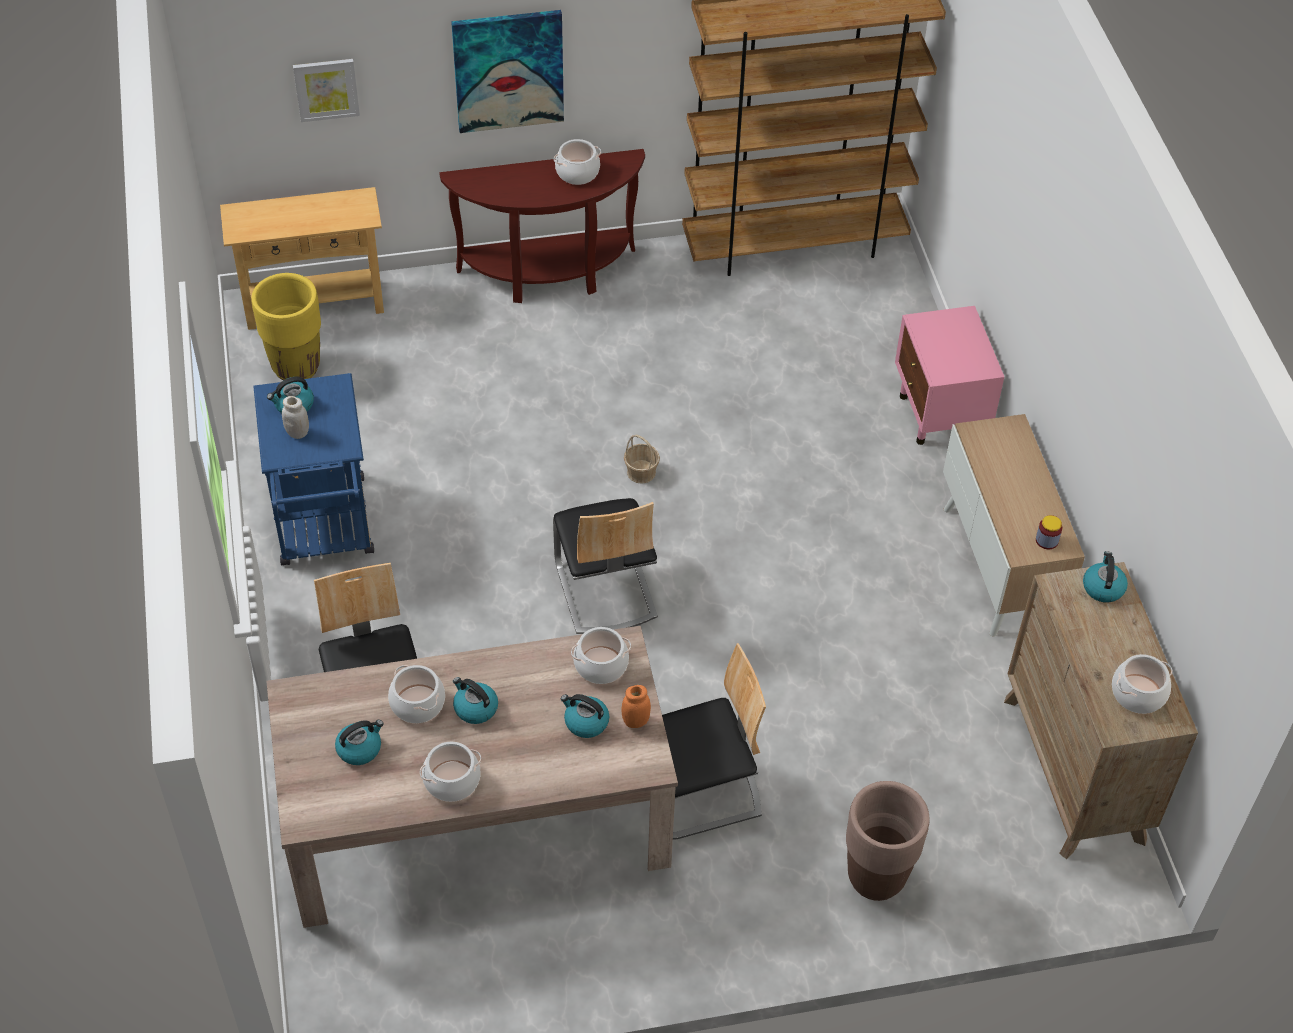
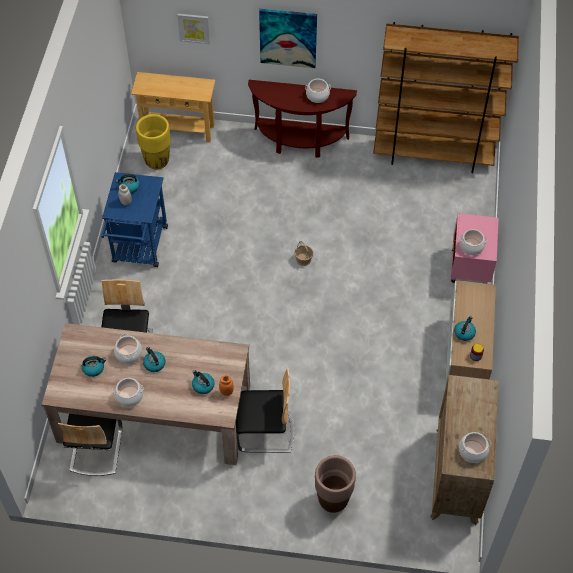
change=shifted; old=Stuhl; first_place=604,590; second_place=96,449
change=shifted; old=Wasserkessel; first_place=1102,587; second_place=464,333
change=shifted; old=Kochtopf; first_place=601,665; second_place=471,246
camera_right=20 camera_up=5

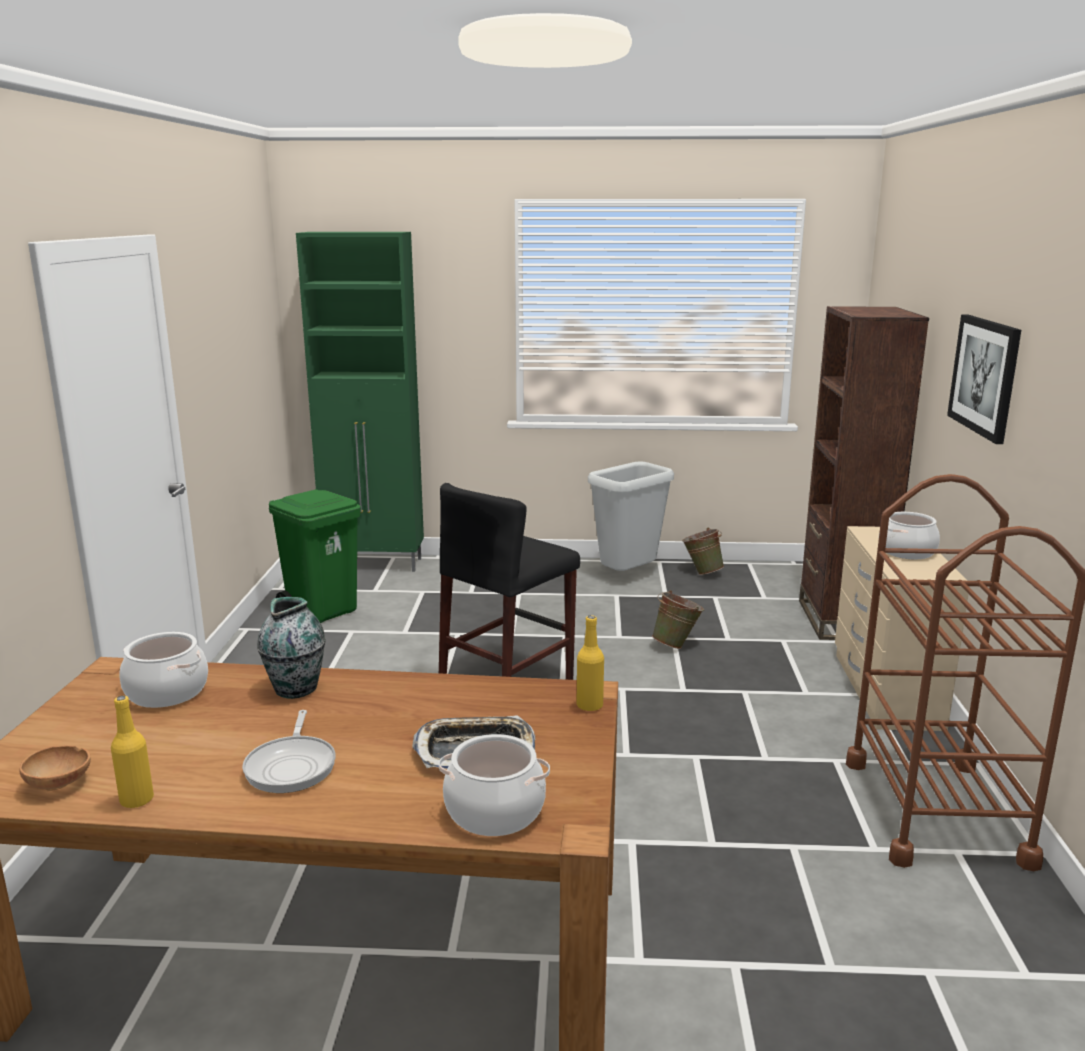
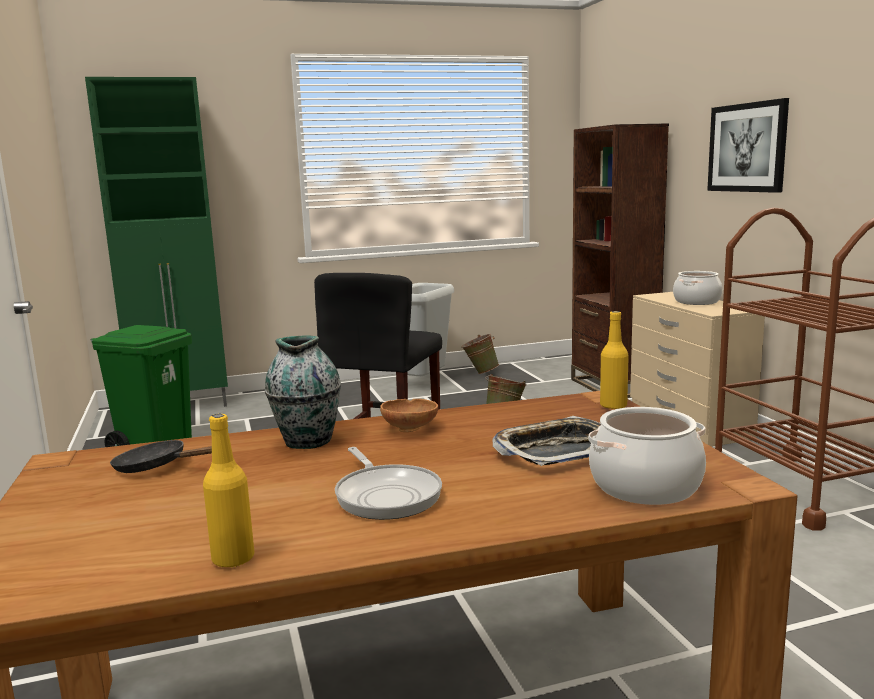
change=swapped; old=Kochtopf; new=Pfanne/schwarz; first_place=167,692; second_place=157,467
change=shifted; old=Schüssel/braun; first_place=60,784; second_place=411,428
camera_right=-20 camera_up=-5

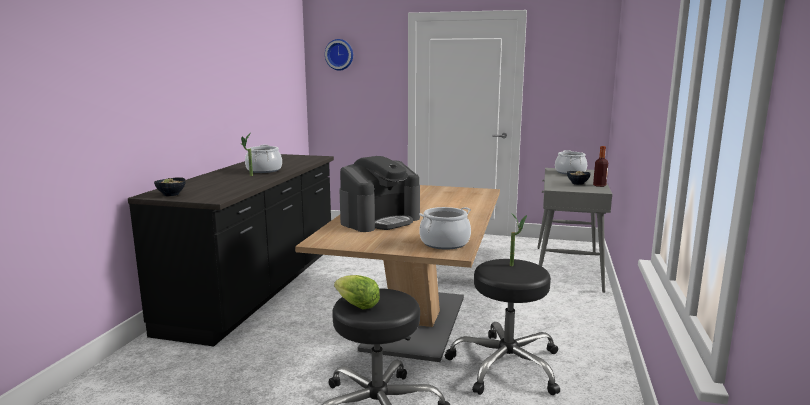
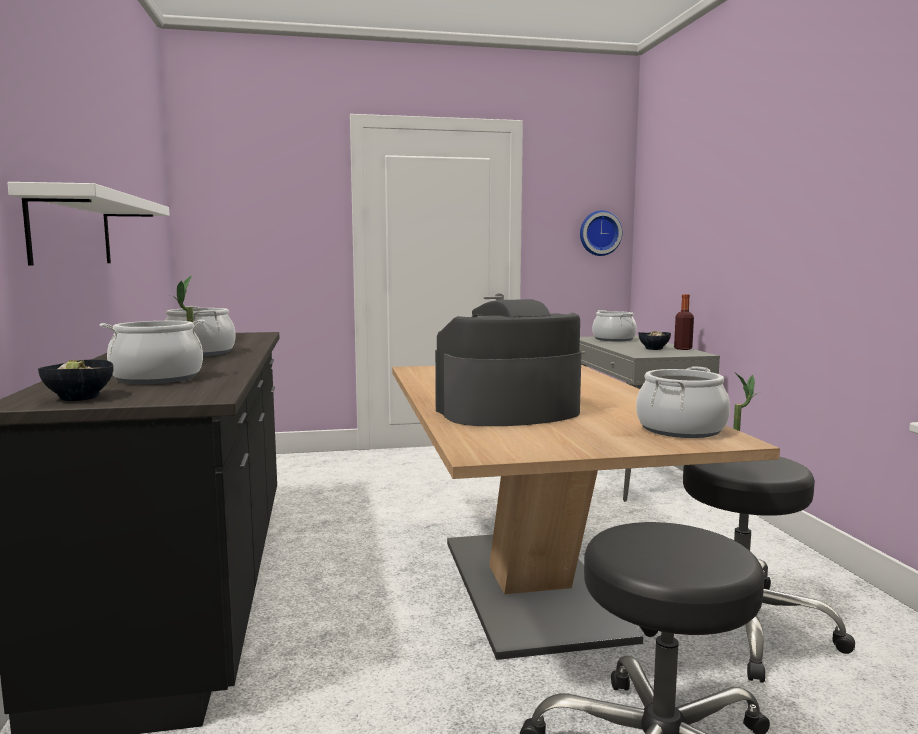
change=shifted; old=Wanduhr; first_place=339,54; second_place=599,233
change=rotated; old=Kaffeemaschine; first_place=380,220; second_place=507,412; degrees=-135
change=gone; old=Salatkopf; first_place=357,305
change=new; new=Wandregal/weiß; second_place=71,230
change=new; new=Kochtopf; second_place=158,378
camera_right=-25 camera_up=-5

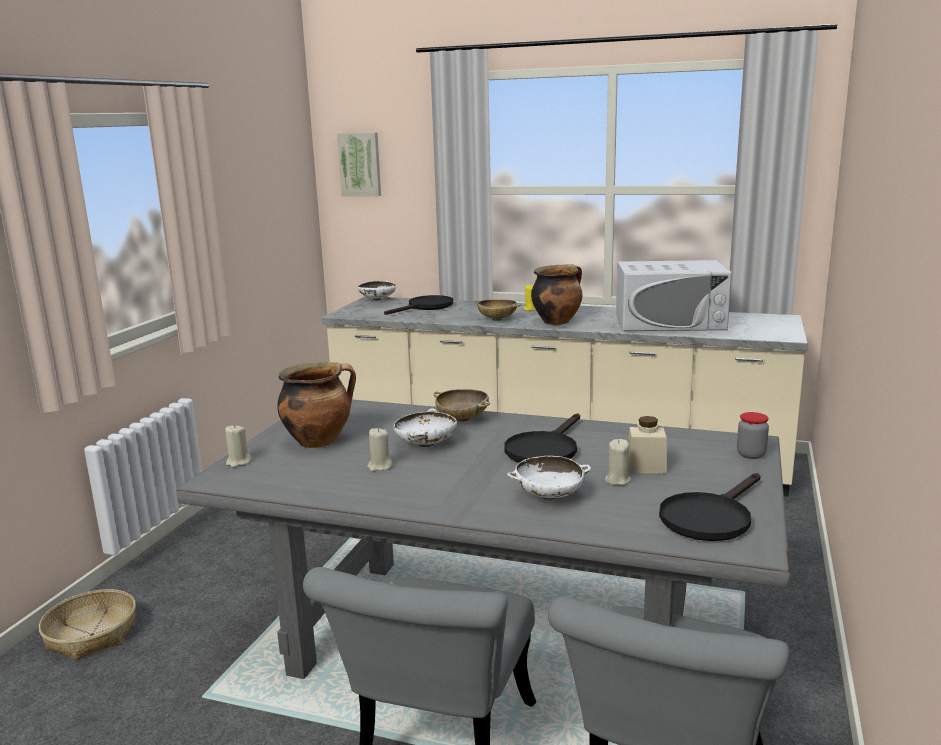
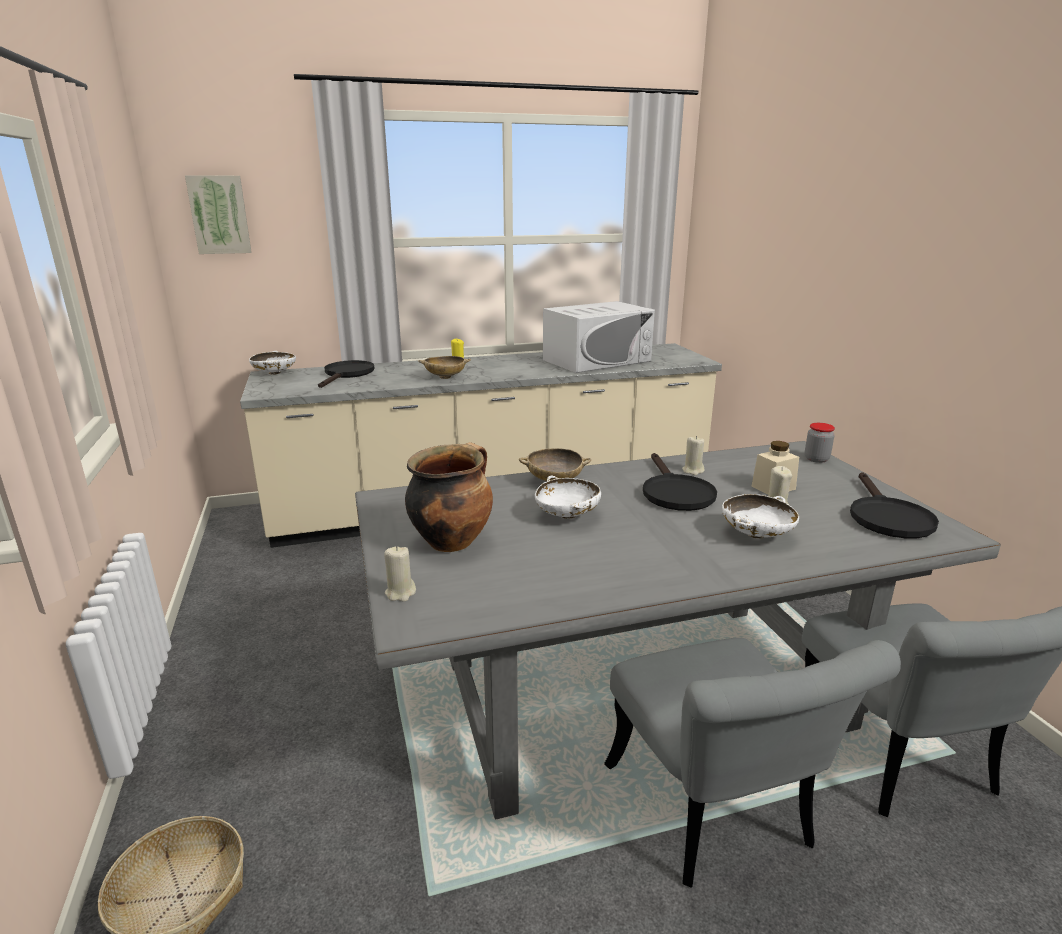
change=gone; old=Kochtopf; first_place=557,321
change=shifted; old=Kerze/beige; first_place=380,466; second_place=693,470
camera_right=-35 camera_up=5

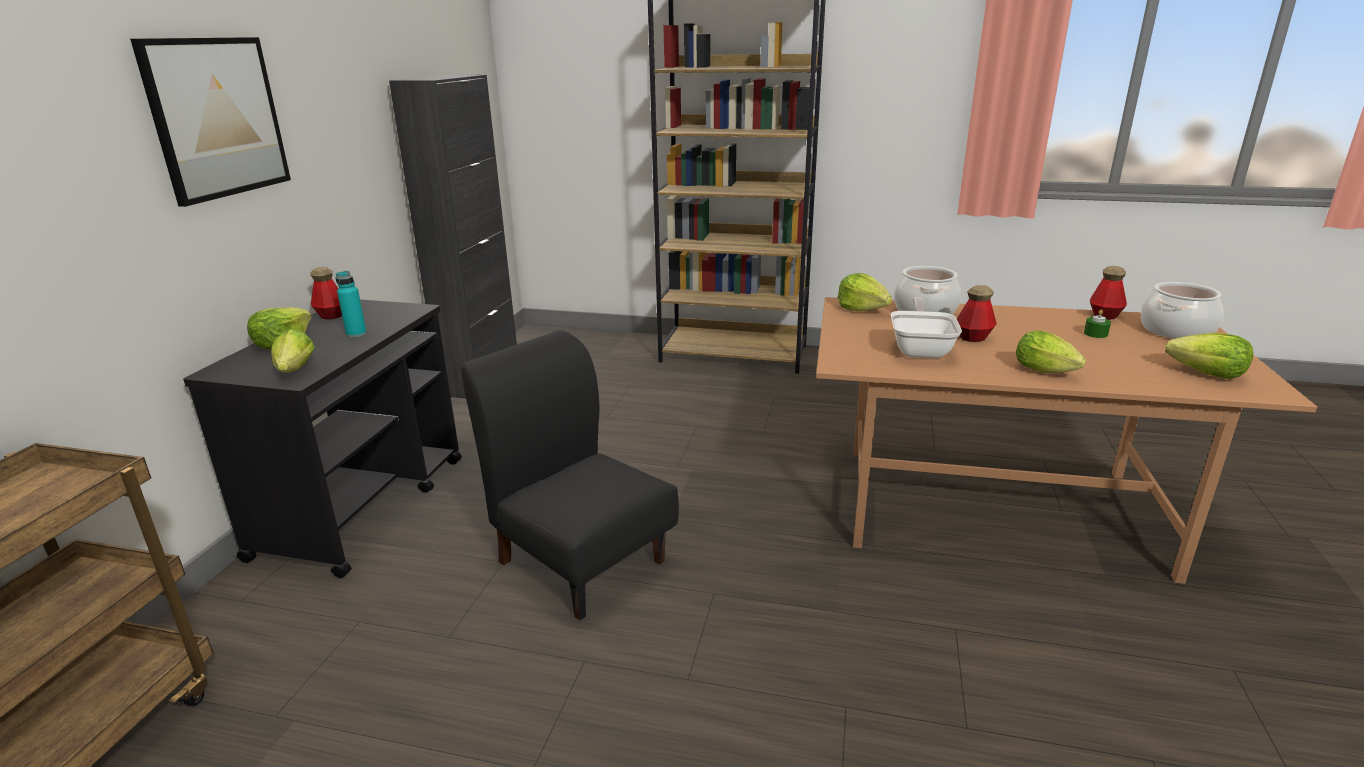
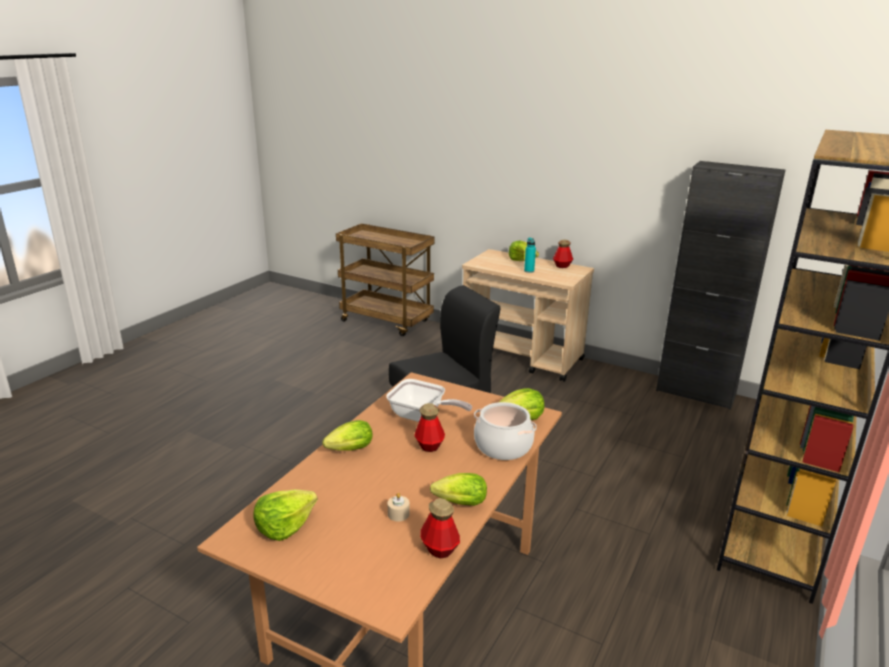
change=gone; old=Bild; first_place=217,118
change=gone; old=Kochtopf; first_place=1176,331
change=repainted; old=Rollwagen/schwarz; new=Rollwagen/beige; first_place=363,505; second_place=522,357
change=repainted; old=Kerze/grün; new=Kerze/beige; first_place=1095,334; second_place=398,514
change=shifted; old=Salatkopf; first_place=294,372; second_place=457,503
camera_right=105 camera_up=0

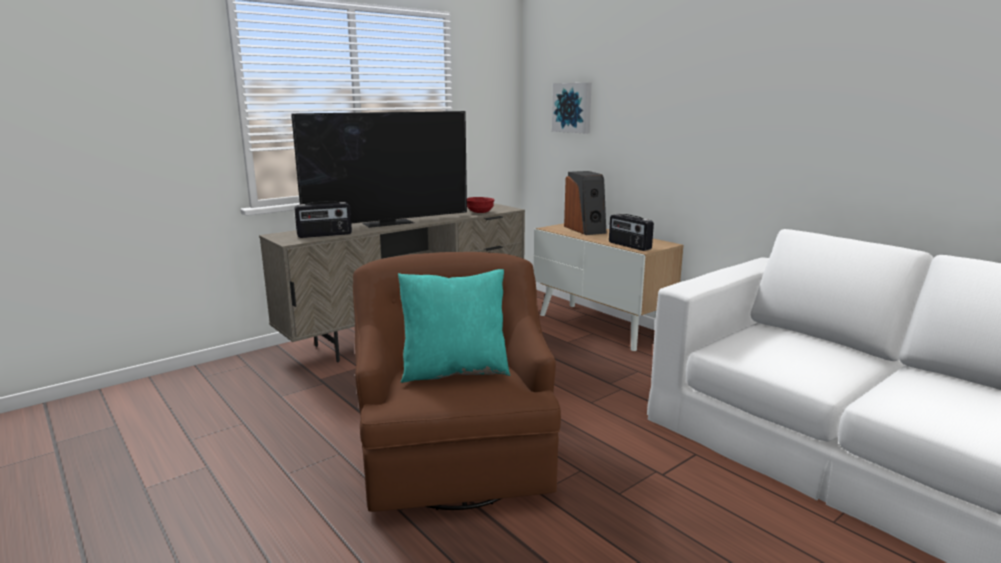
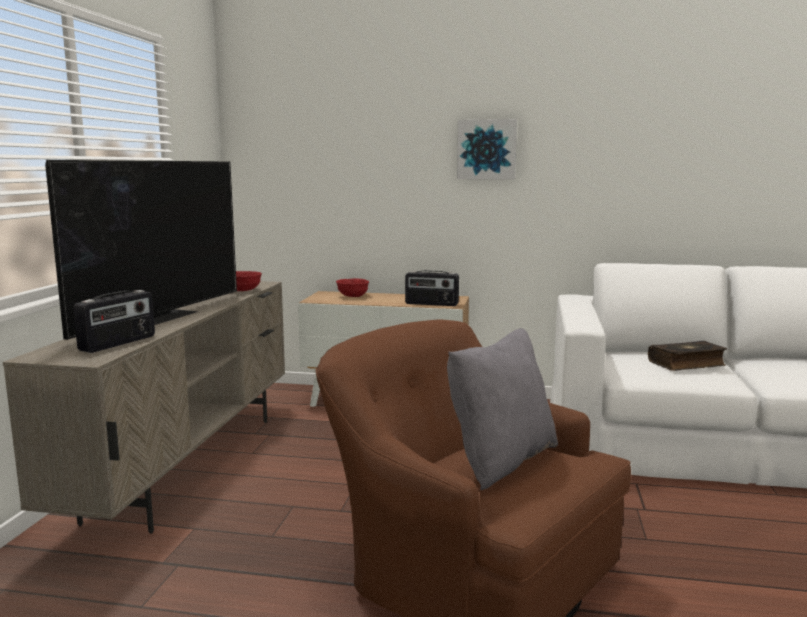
change=shifted; old=Bild; first_place=573,107; second_place=486,149
change=swapped; old=Lautsprecher; new=Schüssel/rot; first_place=585,229; second_place=352,296
change=repainted; old=Kissen/türkis; new=Kissen/grau; first_place=454,371; second_place=501,461
change=new; new=Buch; second_place=687,364
camera_right=-40 camera_up=-5

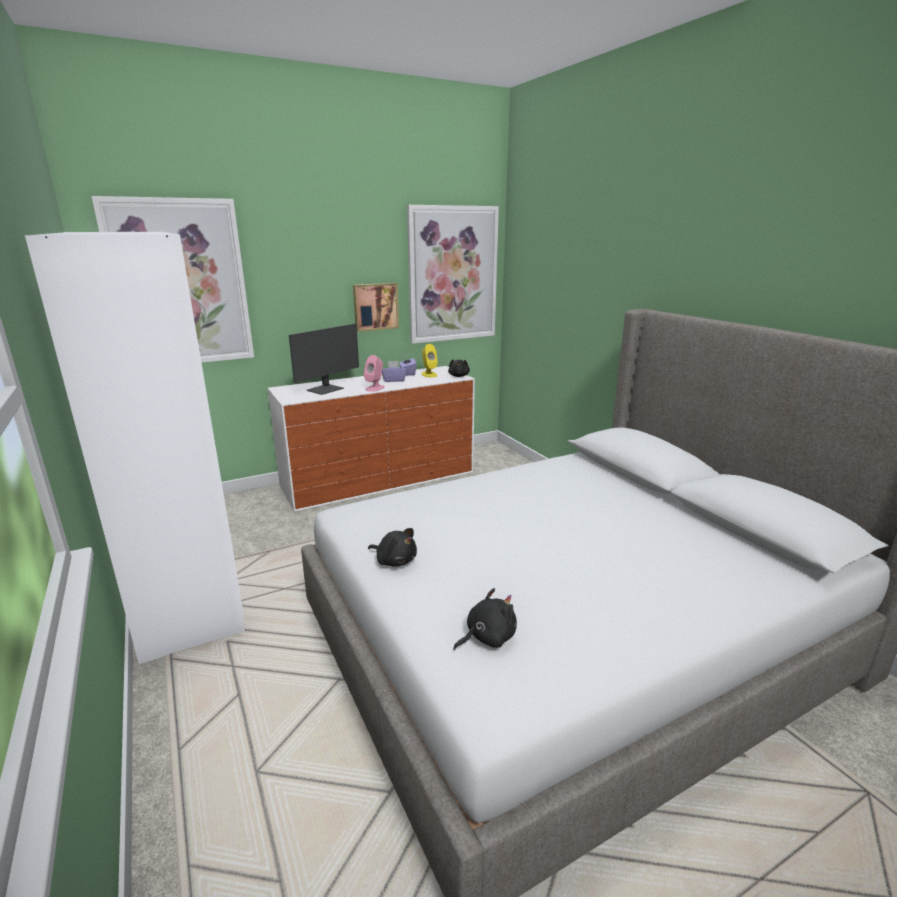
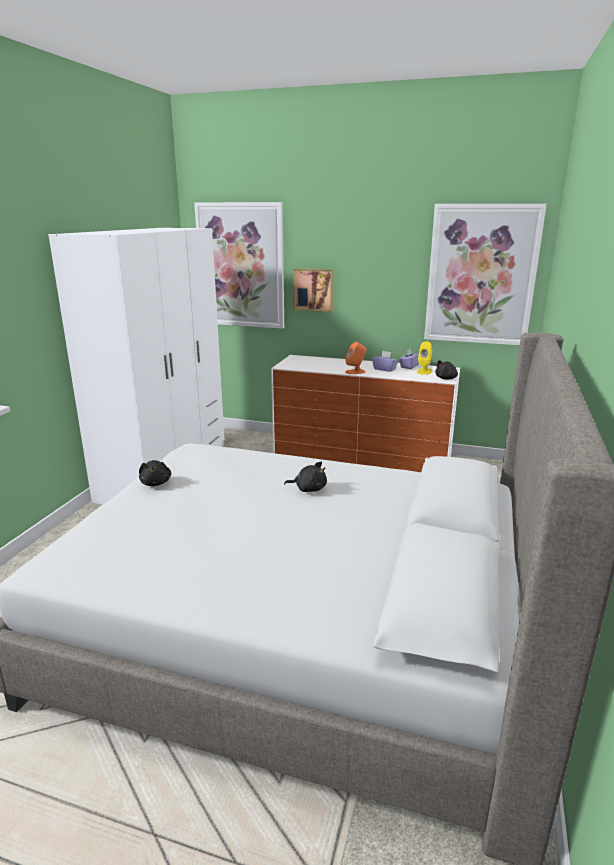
change=shifted; old=Bild; first_place=375,306; second_place=313,289
change=gone; old=Monitor; first_place=326,389
change=repainted; old=Lautsprecher/rosa; new=Lautsprecher/orange; first_place=375,388; second_place=355,372
change=shifted; old=Plüschtier/schwarz; first_place=487,637; second_place=309,489
camera_right=45 camera_up=0

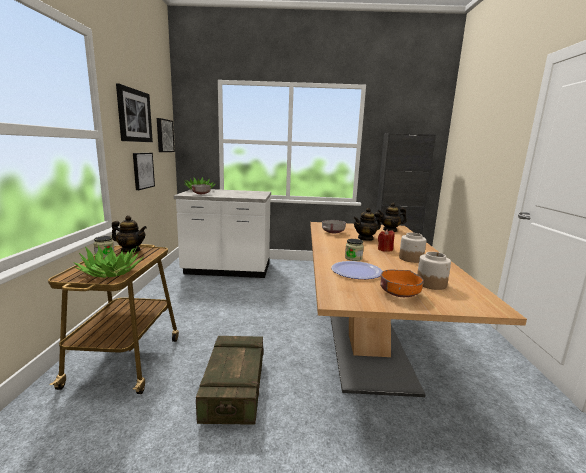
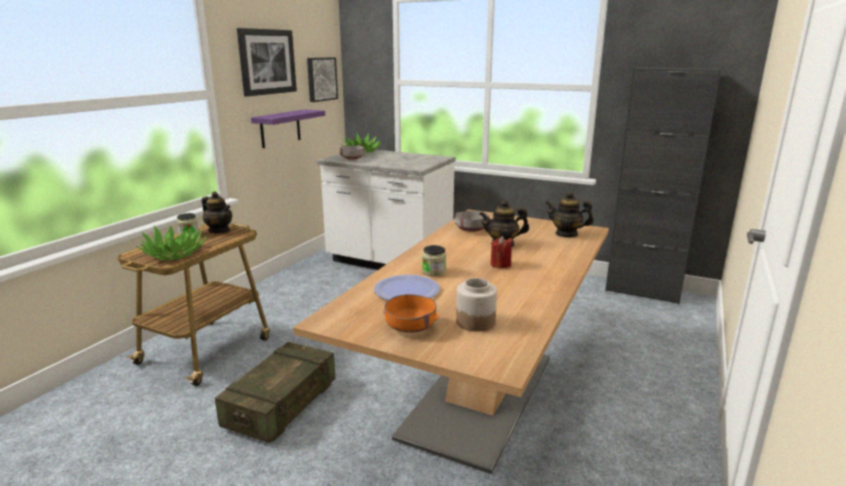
change=swapped; old=Bild; new=Wandregal/lila; first_place=142,170; second_place=280,128
change=gone; old=Vorratsglas; first_place=410,259
camera_right=25 camera_up=5

